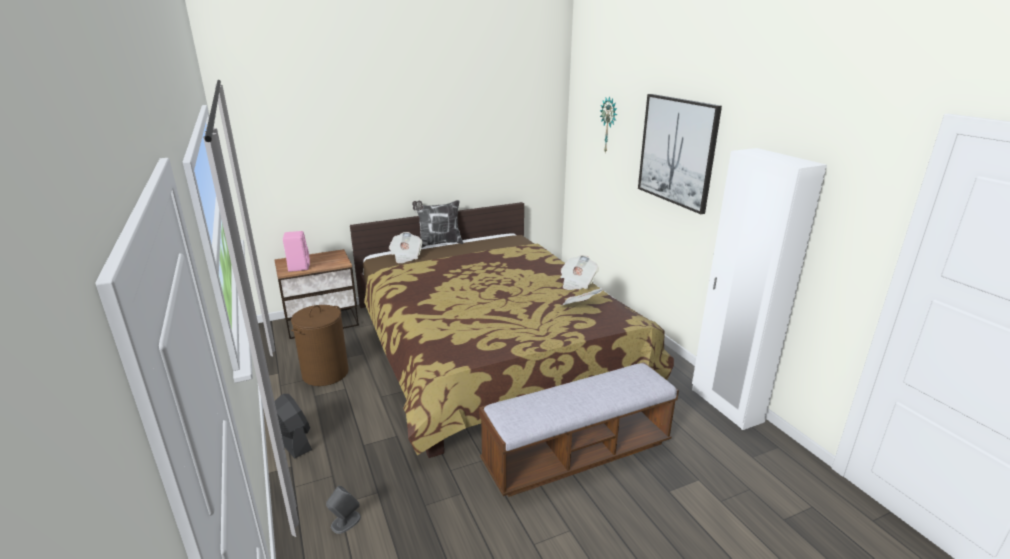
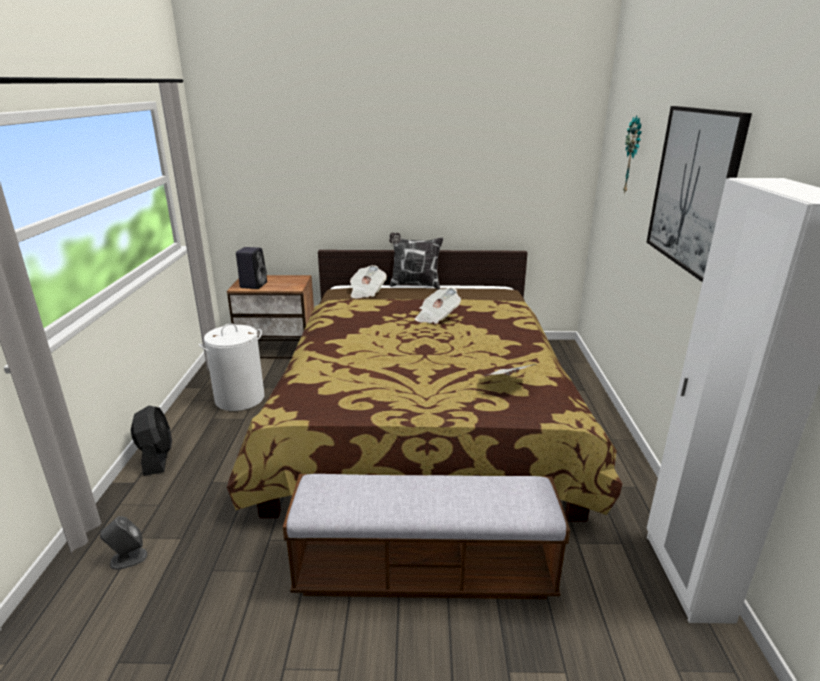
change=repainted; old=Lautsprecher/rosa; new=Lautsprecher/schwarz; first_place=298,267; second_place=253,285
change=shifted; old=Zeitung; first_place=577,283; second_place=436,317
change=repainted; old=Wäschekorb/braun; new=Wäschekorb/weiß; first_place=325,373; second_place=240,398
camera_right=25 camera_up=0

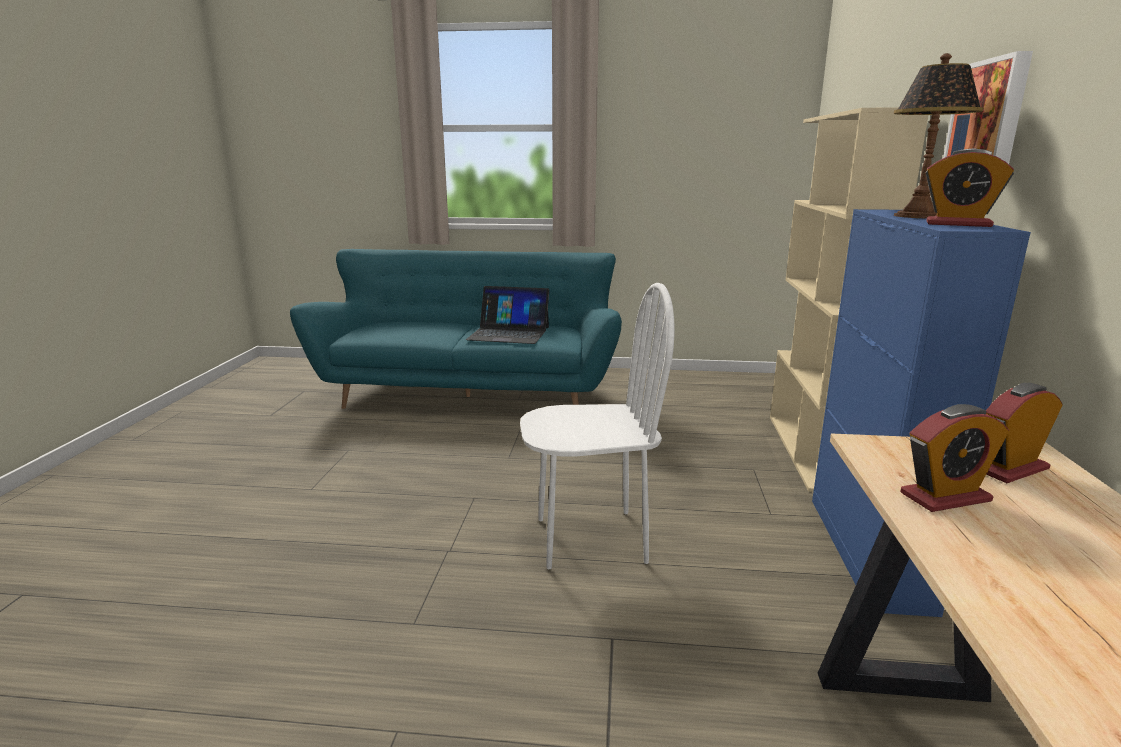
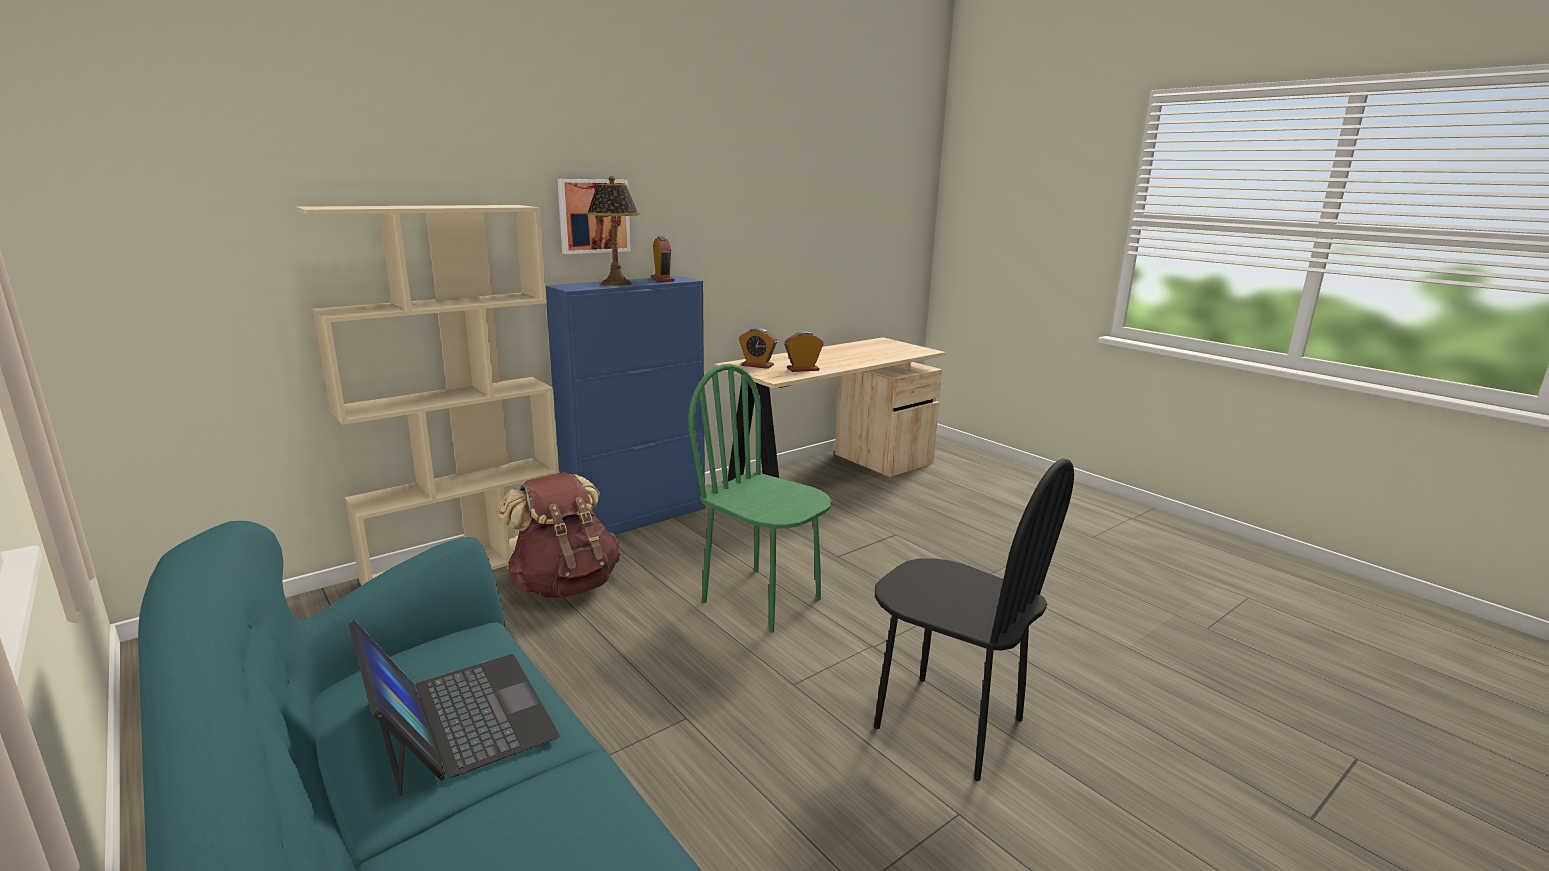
change=repainted; old=Stuhl/weiß; new=Stuhl/grün; first_place=590,539; second_place=762,599
change=rotated; old=Wecker; first_place=945,497; second_place=803,369; degrees=-45
change=new; new=Stuhl/schwarz; second_place=948,724
change=new; new=Rucksack/braun; second_place=565,584
camera_right=-135 camera_up=0

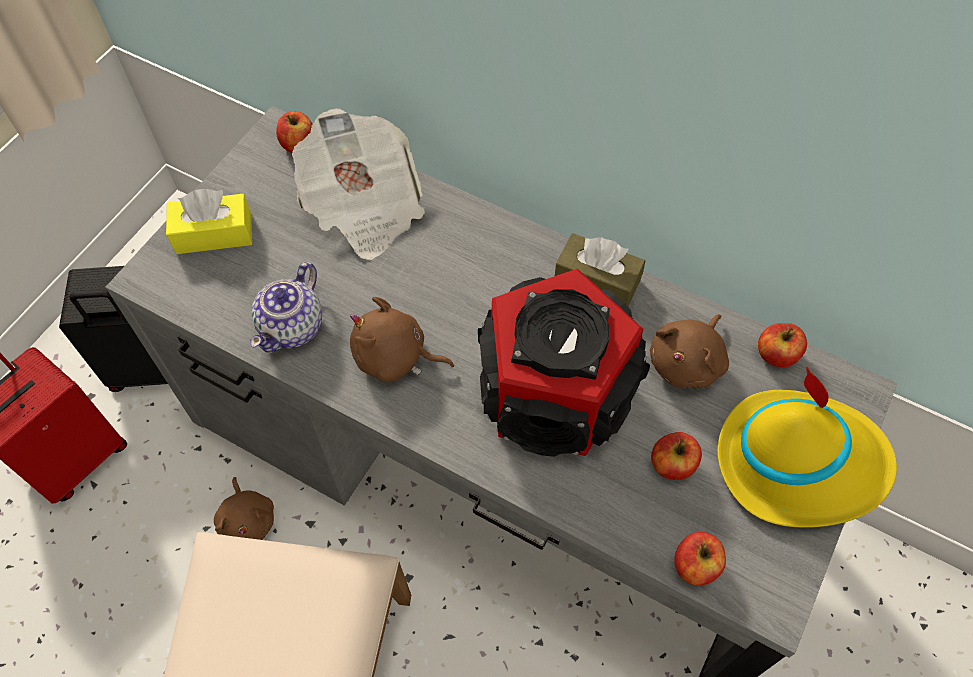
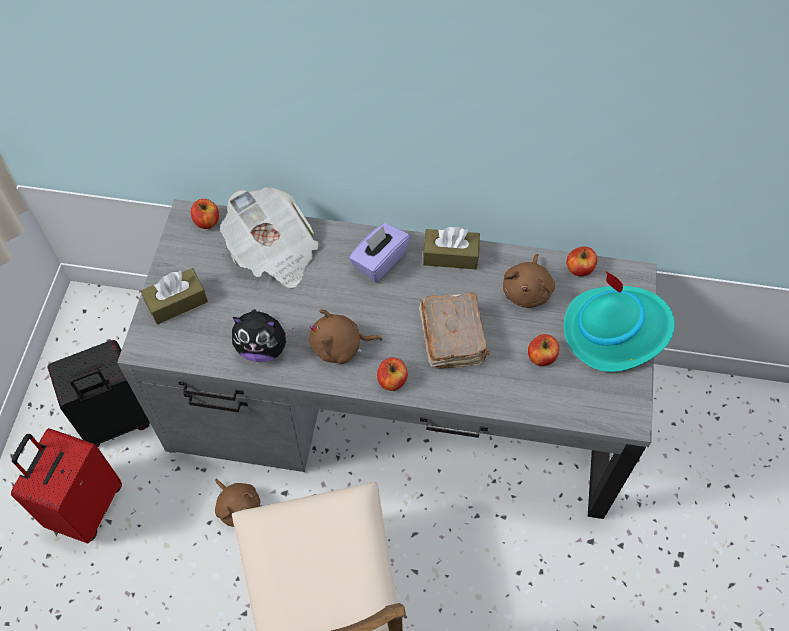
change=repainted; old=Taschentuchbox/gelb; new=Taschentuchbox/braun; first_place=214,234; second_place=177,302
change=swapped; old=Teekanne; new=Plüschtier; first_place=293,326; second_place=262,348
change=swapped; old=Lautsprecher; new=Buch/braun; first_place=555,393; second_place=453,336
change=repainted; old=Hut/gelb; new=Hut/türkis; first_place=799,462; second_place=615,330
change=shifted; old=Apfel; first_place=695,565; second_place=392,380
change=new; new=Taschentuchbox/lila; second_place=379,261
camera_right=-20 camera_up=0

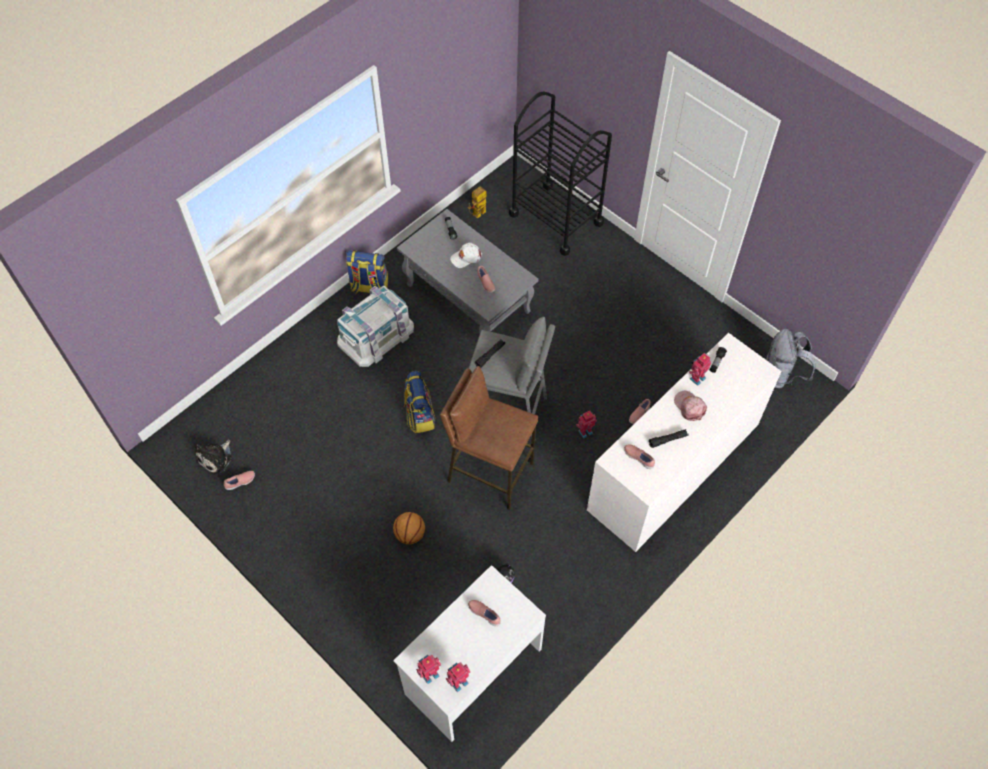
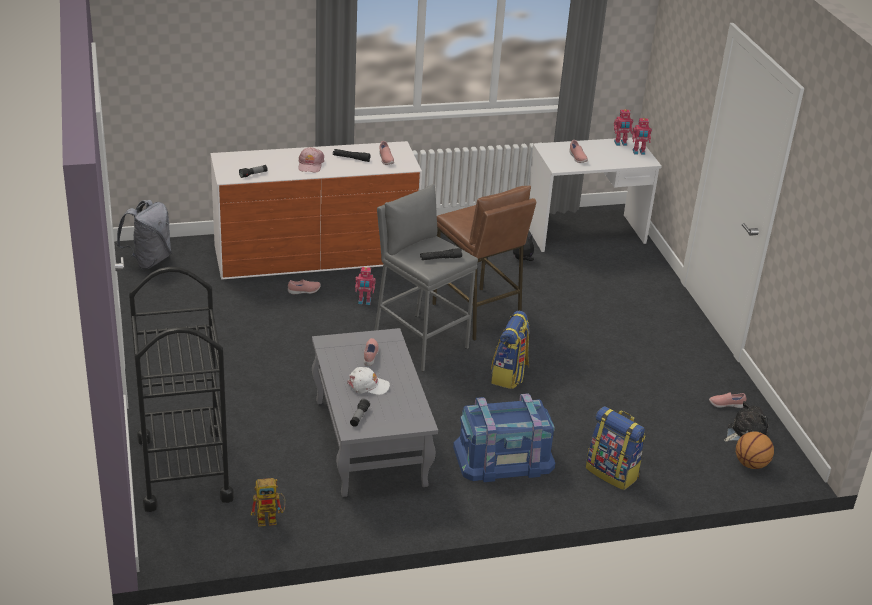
change=shifted; old=Rucksack; first_place=369,287; second_place=613,473
change=repainted; old=Aufbewahrungsbox/weiß; new=Aufbewahrungsbox/blau; first_place=375,335; second_place=503,457
change=gone; old=Spielzeugroboter; first_place=696,378
change=shifted; old=Basketball; first_place=410,534; second_place=751,464
camera_right=-150 camera_up=-25

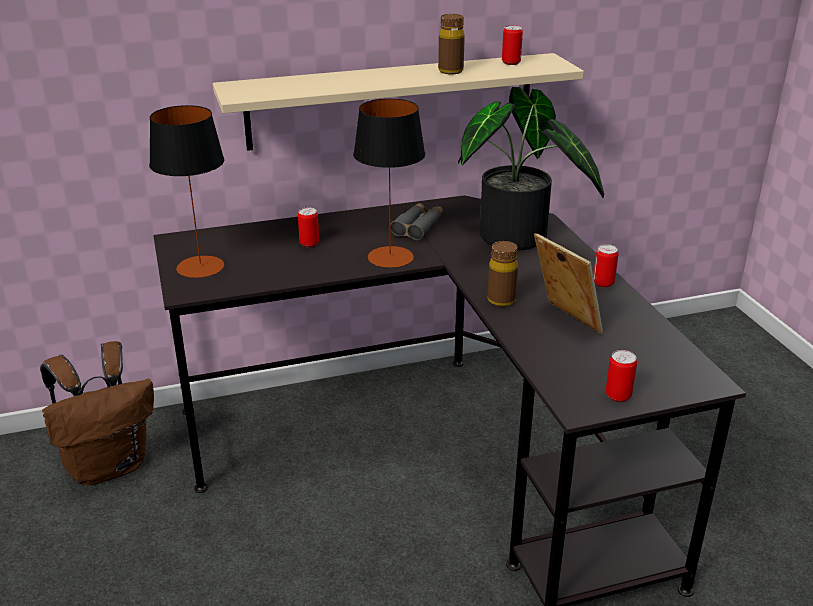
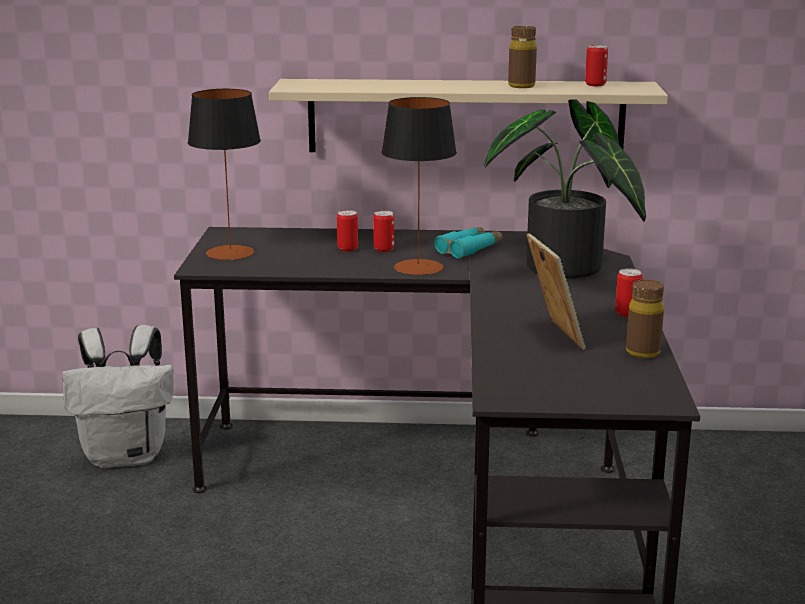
change=repainted; old=Fernglas/grau; new=Fernglas/türkis; first_place=418,227; second_place=469,249
change=shifted; old=Flasche/braun; first_place=501,300; second_place=642,352
change=repainted; old=Rucksack/braun; new=Rucksack/weiß; first_place=109,465; second_place=127,456
change=shifted; old=Dose; first_place=618,396; second_place=384,249
camera_right=20 camera_up=-10

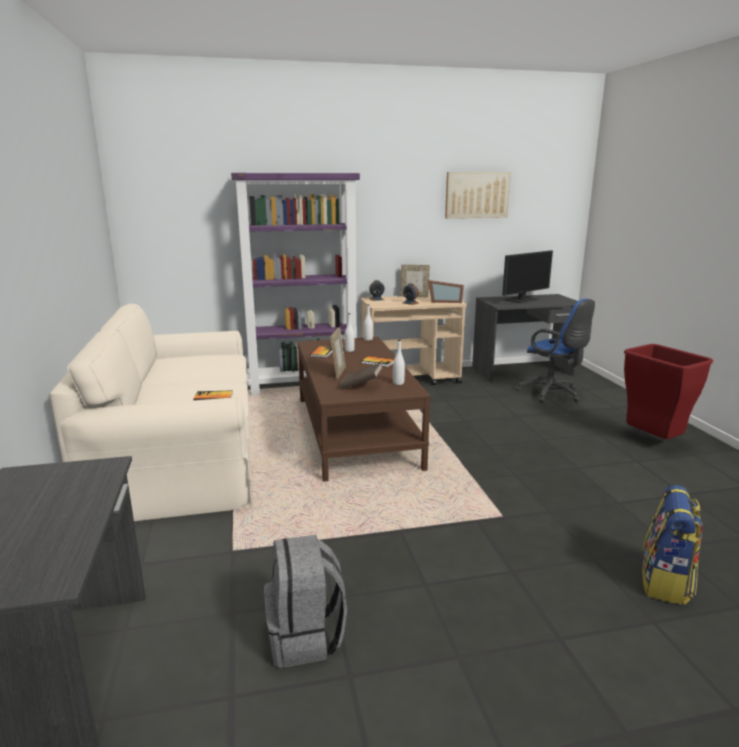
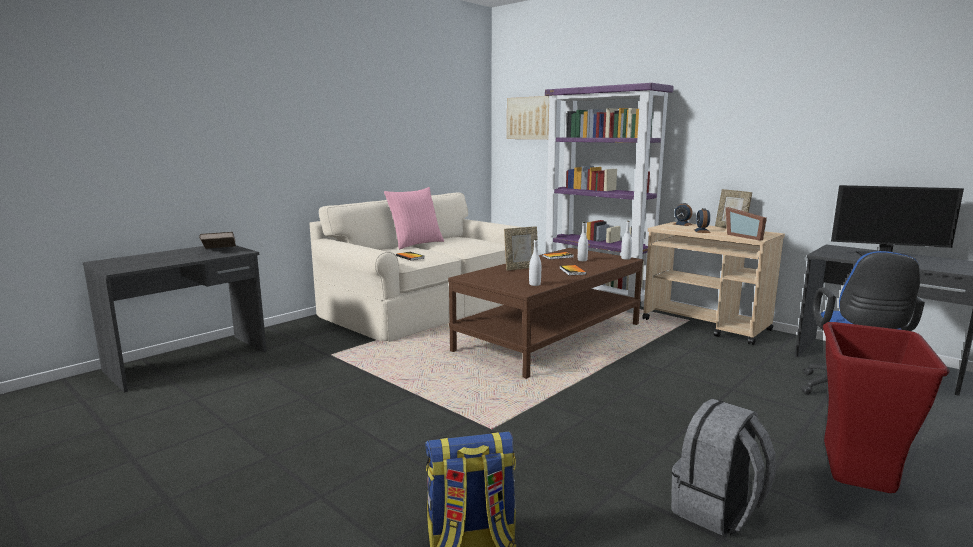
change=shifted; old=Bild; first_place=477,195; second_place=532,118
change=shifted; old=Buch/braun; first_place=361,386; second_place=219,250
change=shifted; old=Rucksack/grau; first_place=305,637; second_place=717,511
change=new; new=Kissen/rosa; second_place=415,244
camera_right=55 camera_up=-5

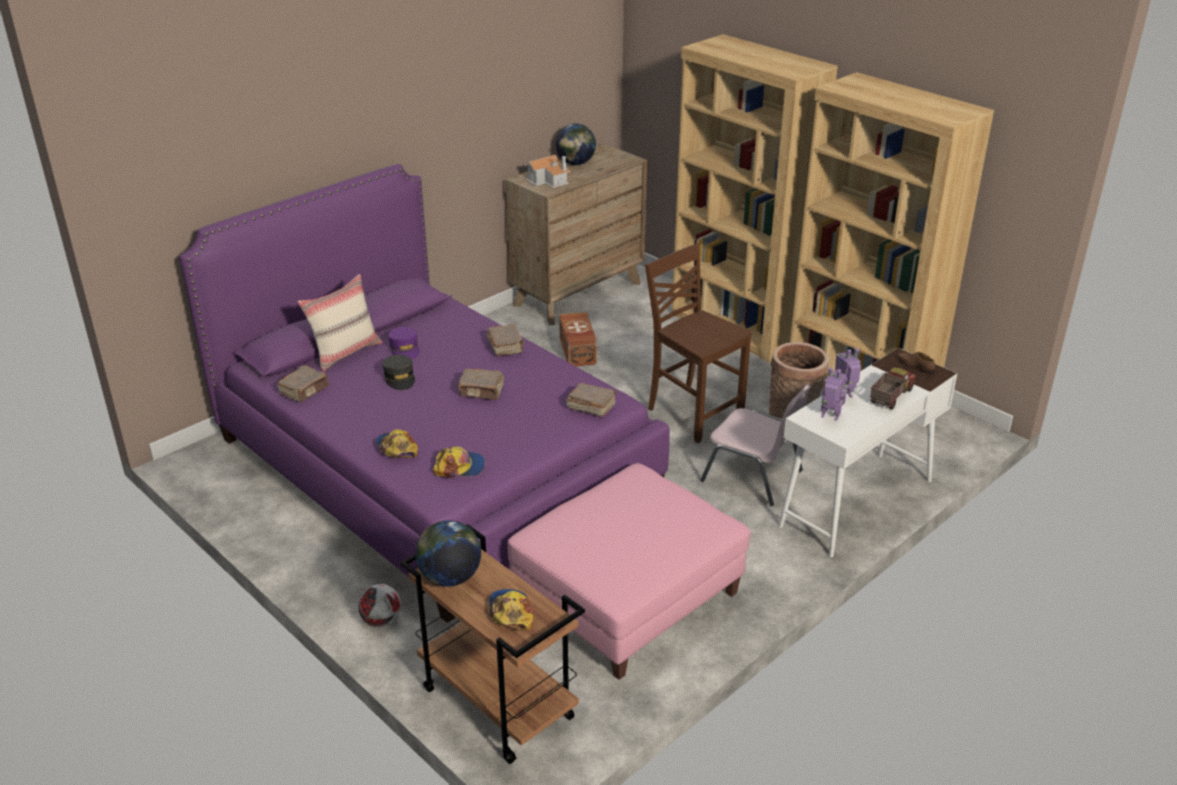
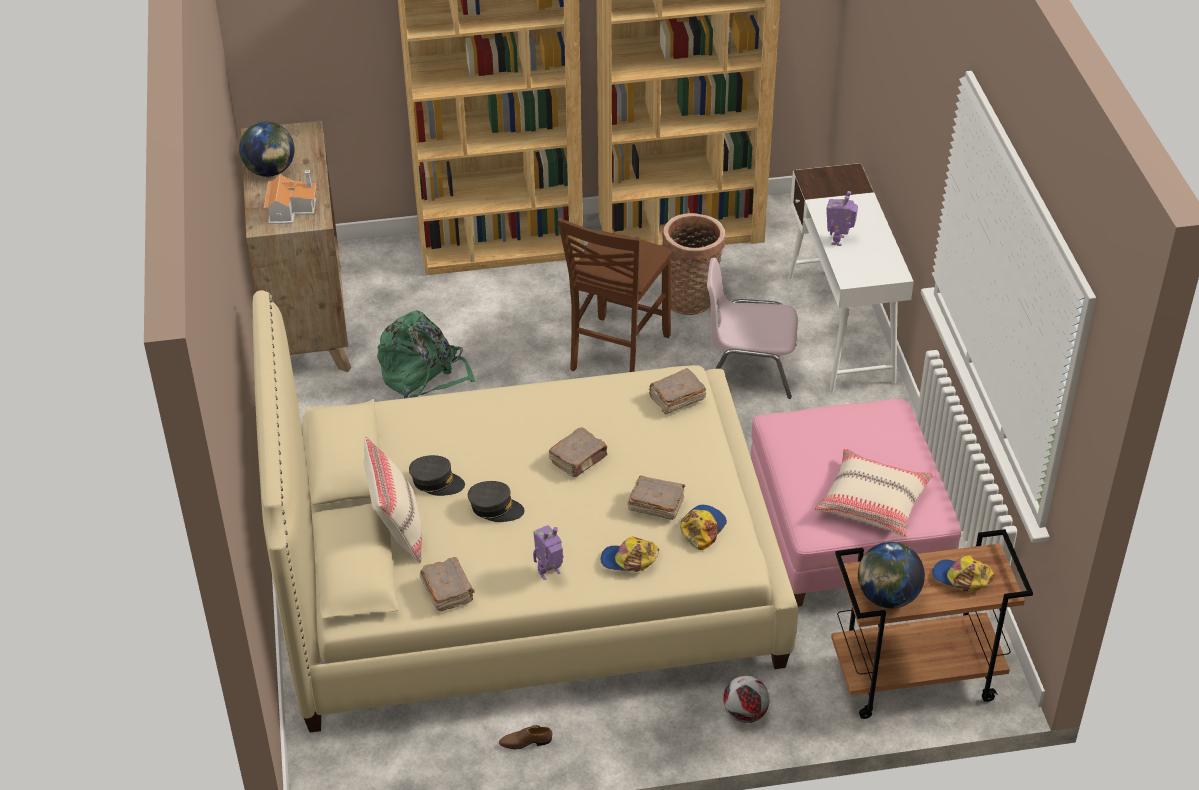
change=repainted; old=Bett/lila; new=Bett/beige; first_place=434,463; second_place=525,574
change=rotated; old=Stuhl/braun; first_place=693,413; second_place=616,353; degrees=-60
change=swapped; old=Aufbewahrungsbox/braun; new=Rucksack/grün; first_place=577,351; second_place=423,376
change=shifted; old=Buch/braun; first_place=505,346; second_place=655,505
change=repainted; old=Kappe/lila; new=Kappe/grau; first_place=405,349; second_place=436,482
change=shifted; old=Schuh/braun; first_place=915,366; second_place=525,742
change=shifted; old=Spielzeugroboter; first_place=829,417; second_place=550,573
change=gone; old=Spielzeuglaster; first_place=890,396
change=rotated; old=Stuhl/rosa; first_place=753,476; second_place=749,367; degrees=-150
change=new; new=Kissen/beige; second_place=873,502
camera_right=-55 camera_up=10

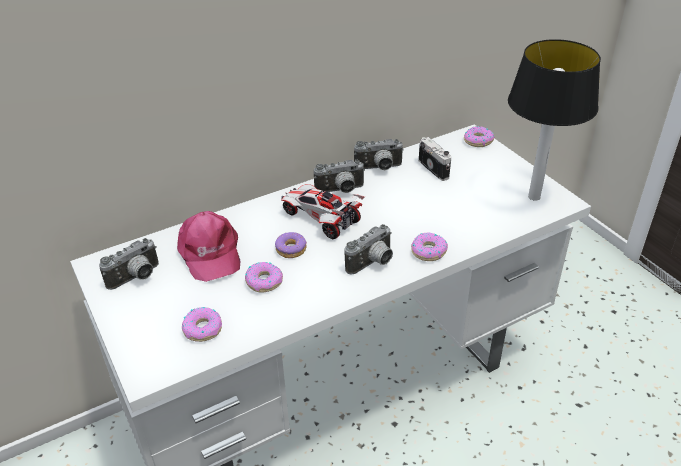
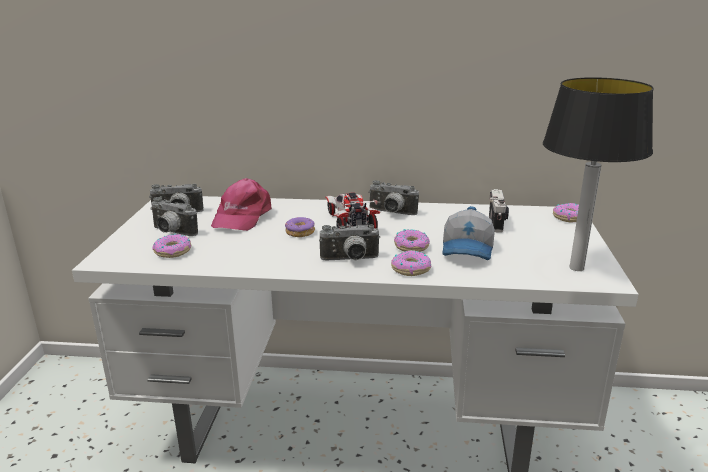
change=shifted; old=Kamera; first_place=379,168; second_place=171,233
change=shifted; old=Donut; first_place=264,281; second_place=412,246
change=new; new=Kappe; second_place=468,250
camera_right=35 camera_up=-15

